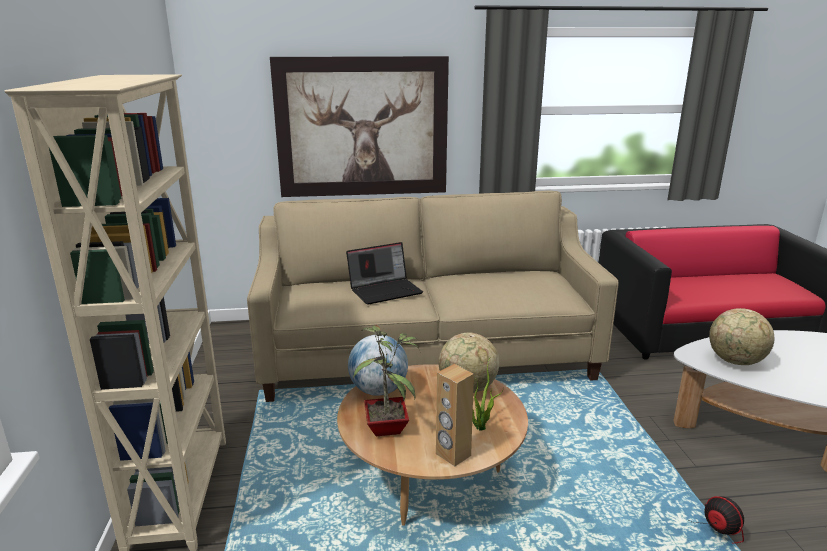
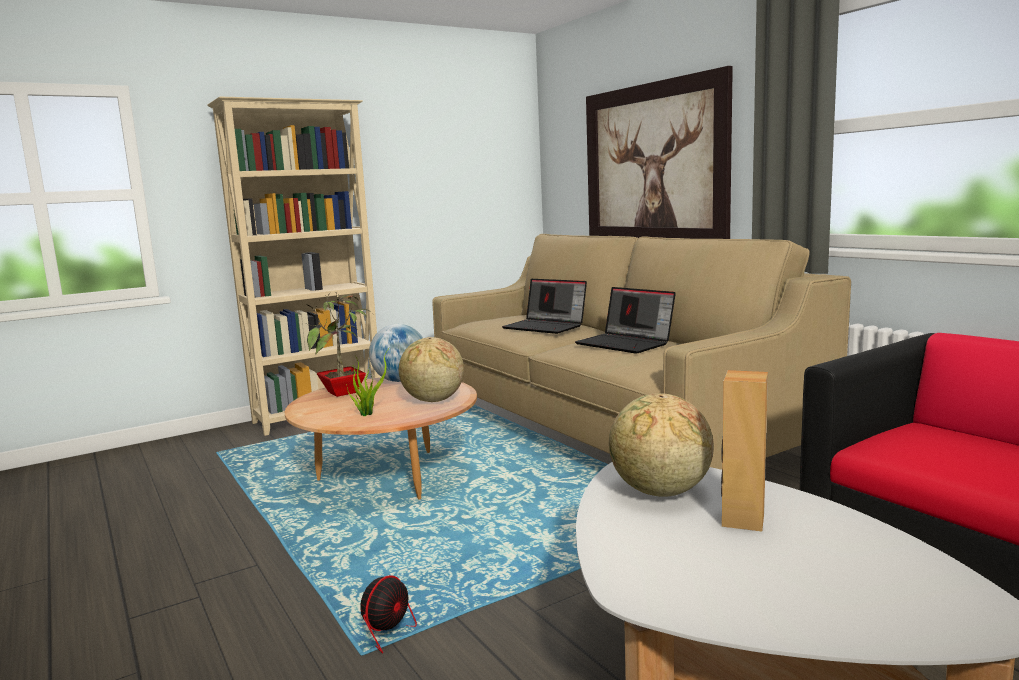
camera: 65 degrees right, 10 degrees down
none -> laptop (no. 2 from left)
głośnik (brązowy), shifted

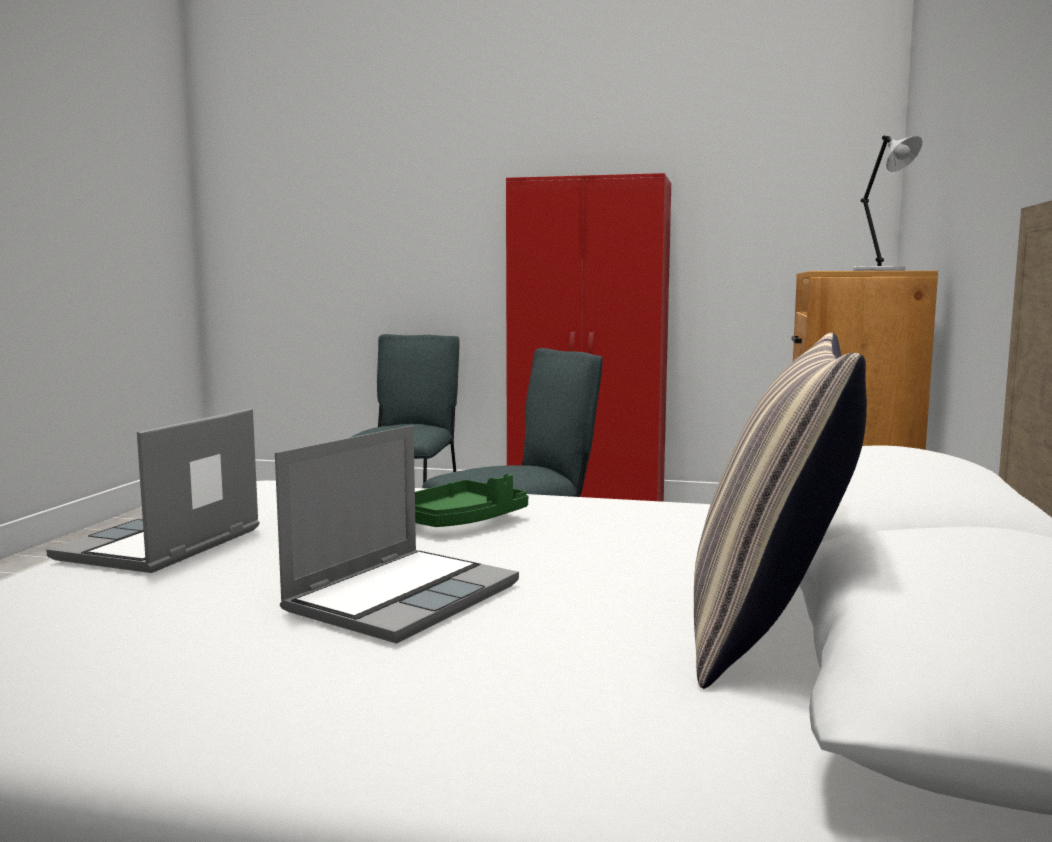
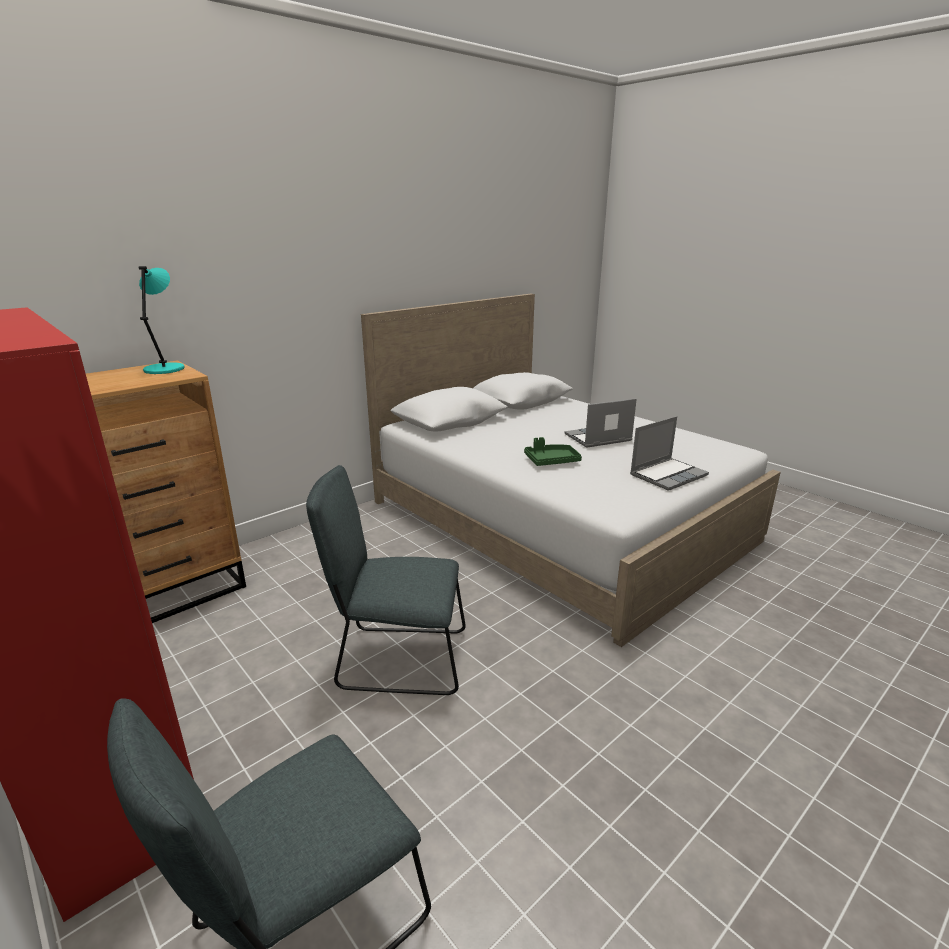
camera: 145 degrees left, 15 degrees up
poduszka -> none
lampa stołowa (szary) -> lampa stołowa (turkusowy)

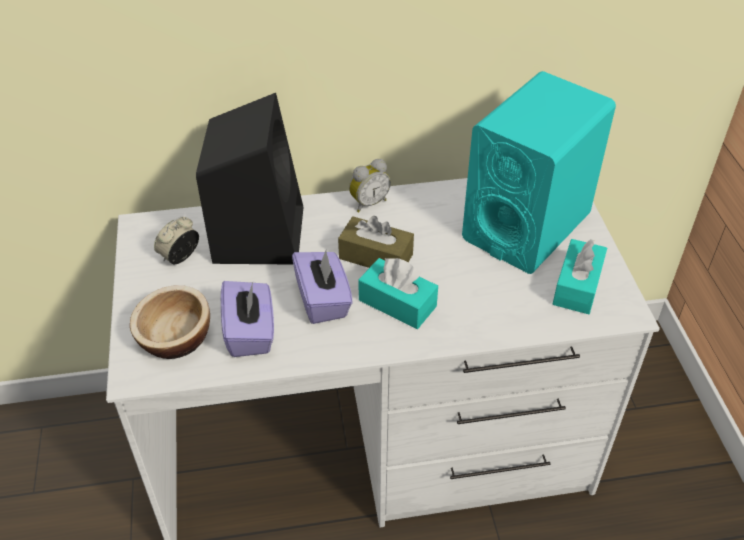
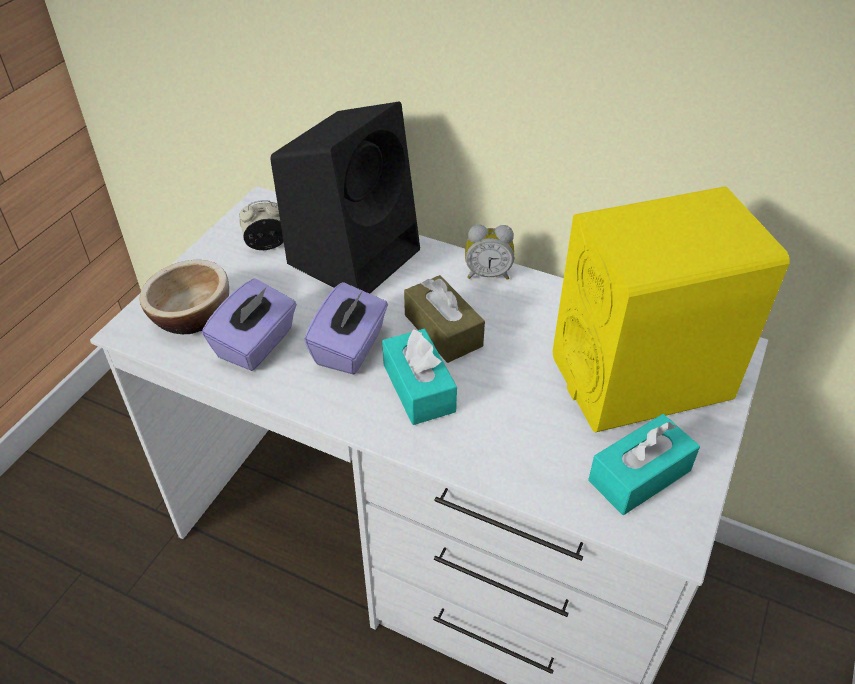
camera: 35 degrees right, 0 degrees up
głośnik (turkusowy) -> głośnik (żółty)

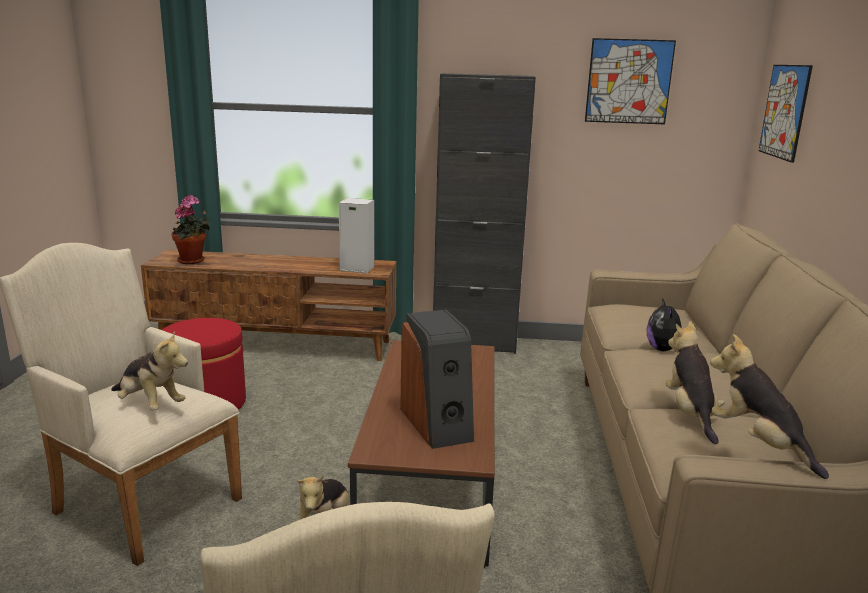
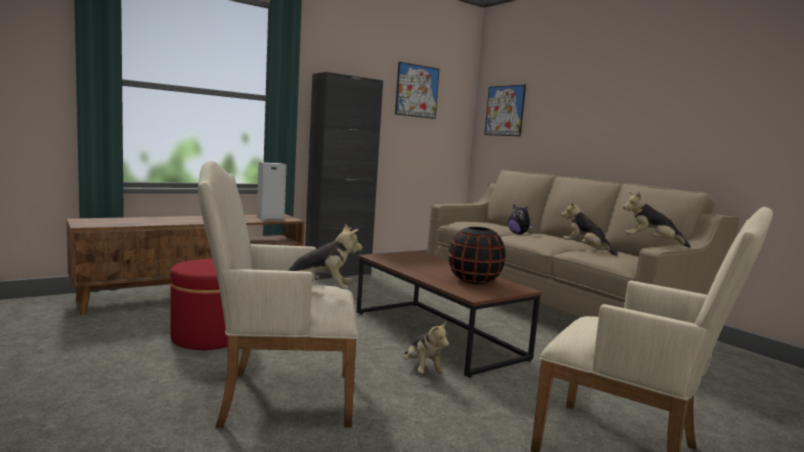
camera: 40 degrees left, 10 degrees down
roślina doniczkowa -> none
głośnik (no. 2 from left) -> wazon (czarny)

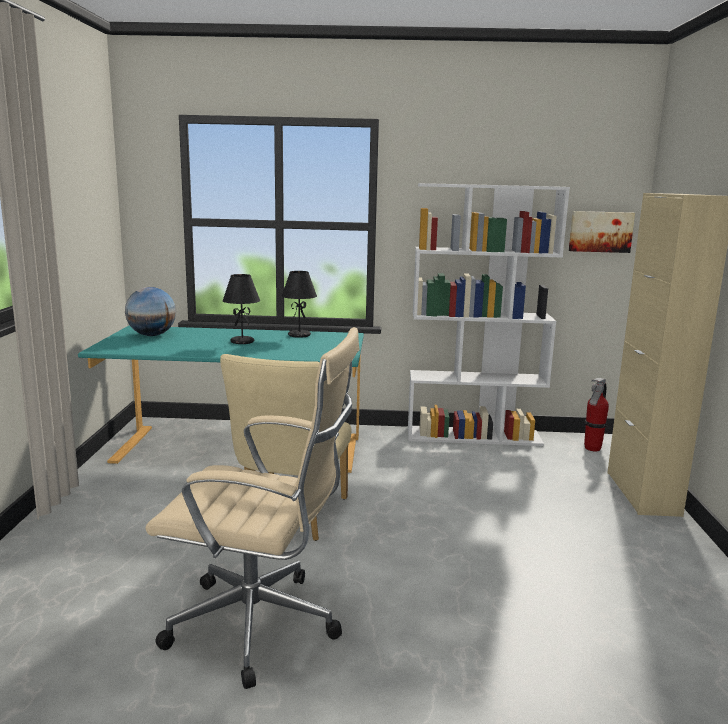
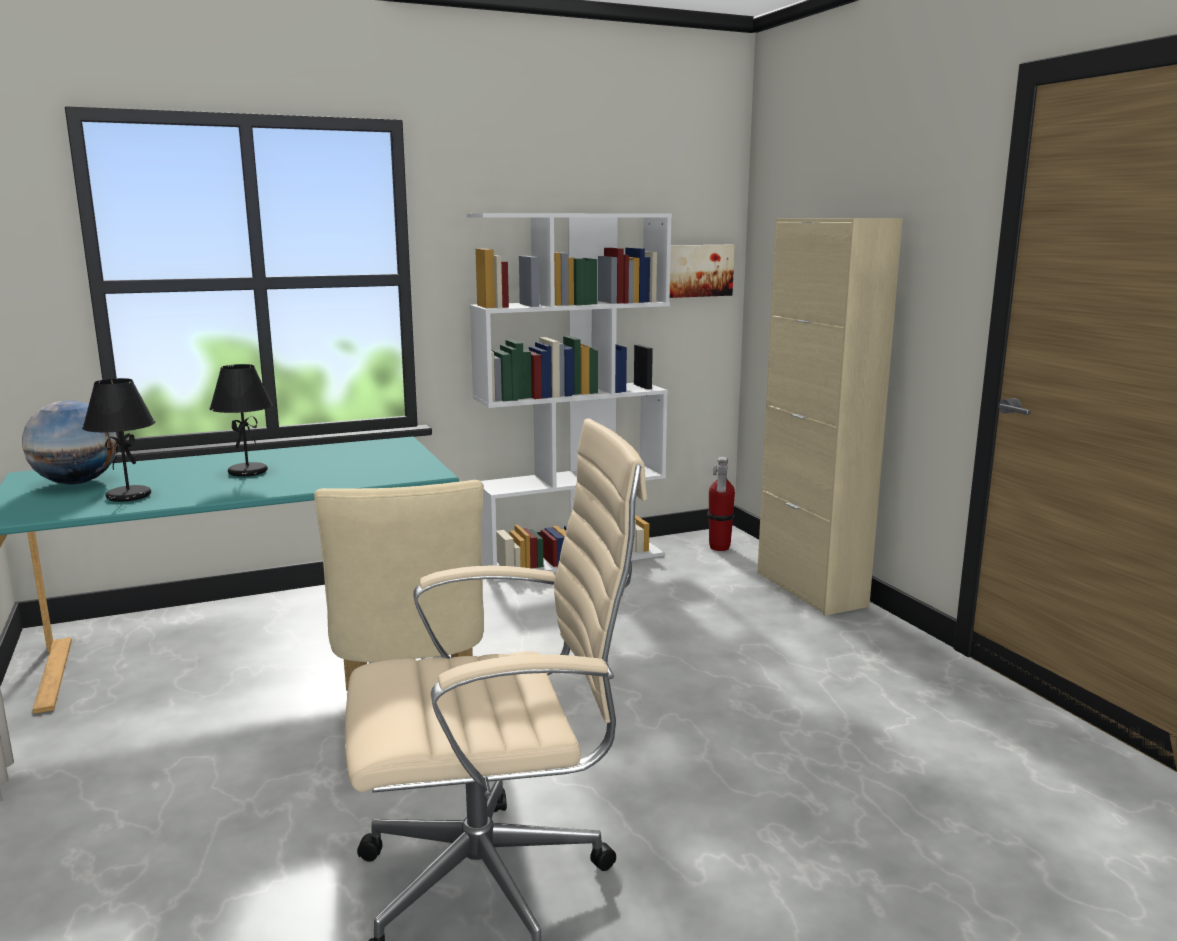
camera: 25 degrees left, 0 degrees up
lampa stołowa (czarny) (no. 2 from left in the first image) -> lampa stołowa (czarny) (no. 1 from left), shifted

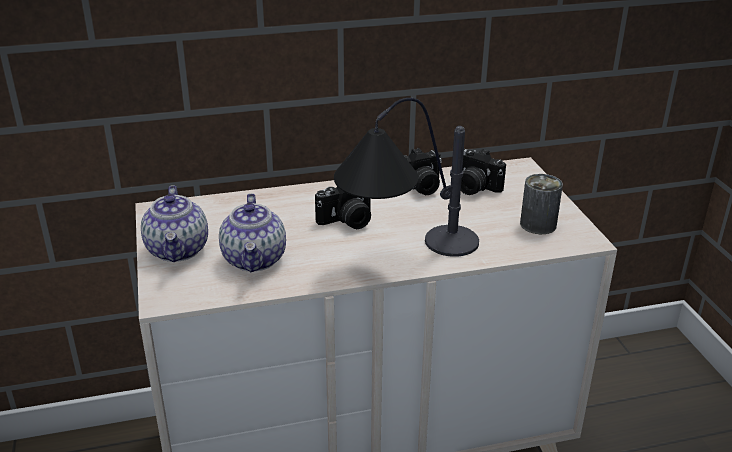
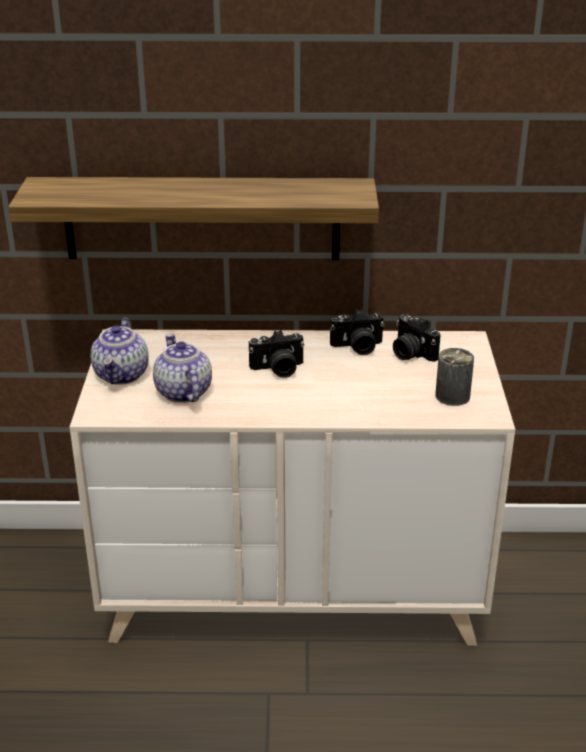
camera: 15 degrees right, 0 degrees up
lampa stołowa -> none
none -> półka
imbryk (no. 2 from left), 150 degrees clockwise

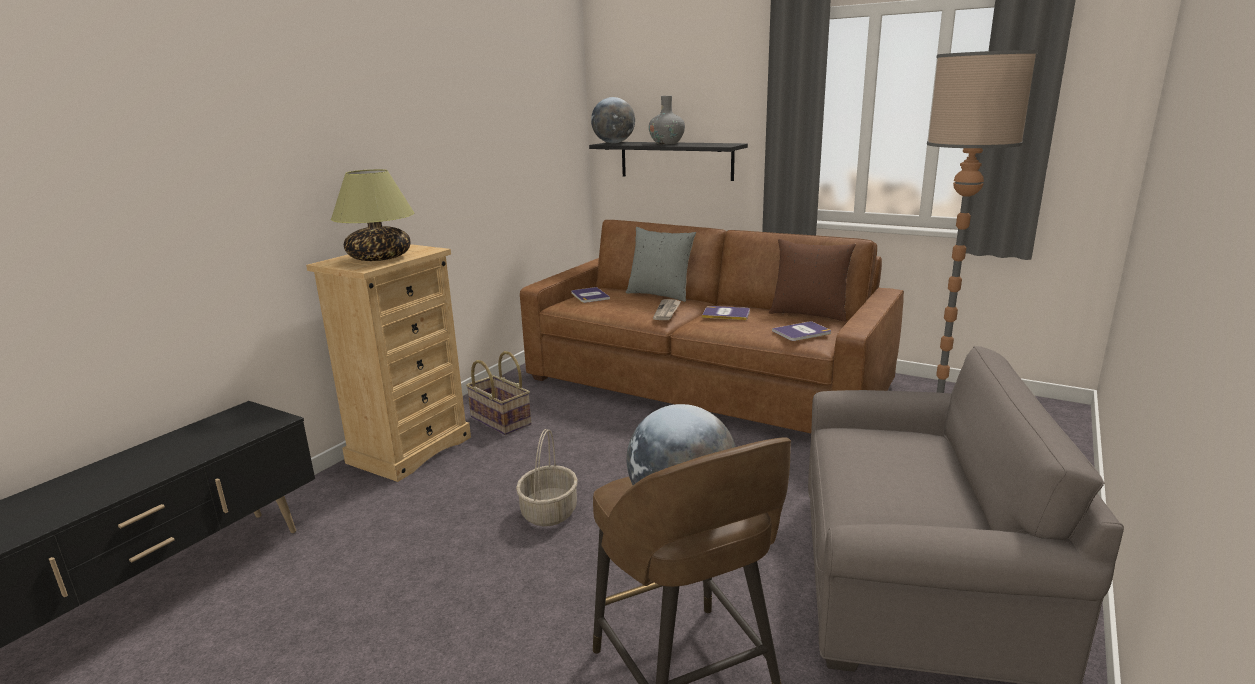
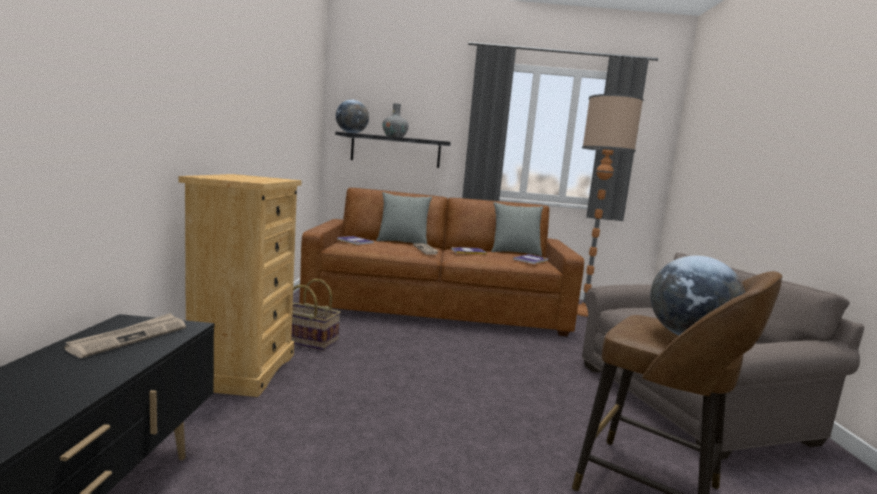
camera: 30 degrees left, 10 degrees down
lampa stołowa -> none
koszyk (no. 2 from left) -> none
none -> gazeta (no. 1 from left)
poduszka (brązowy) -> poduszka (szary) (no. 2 from left)

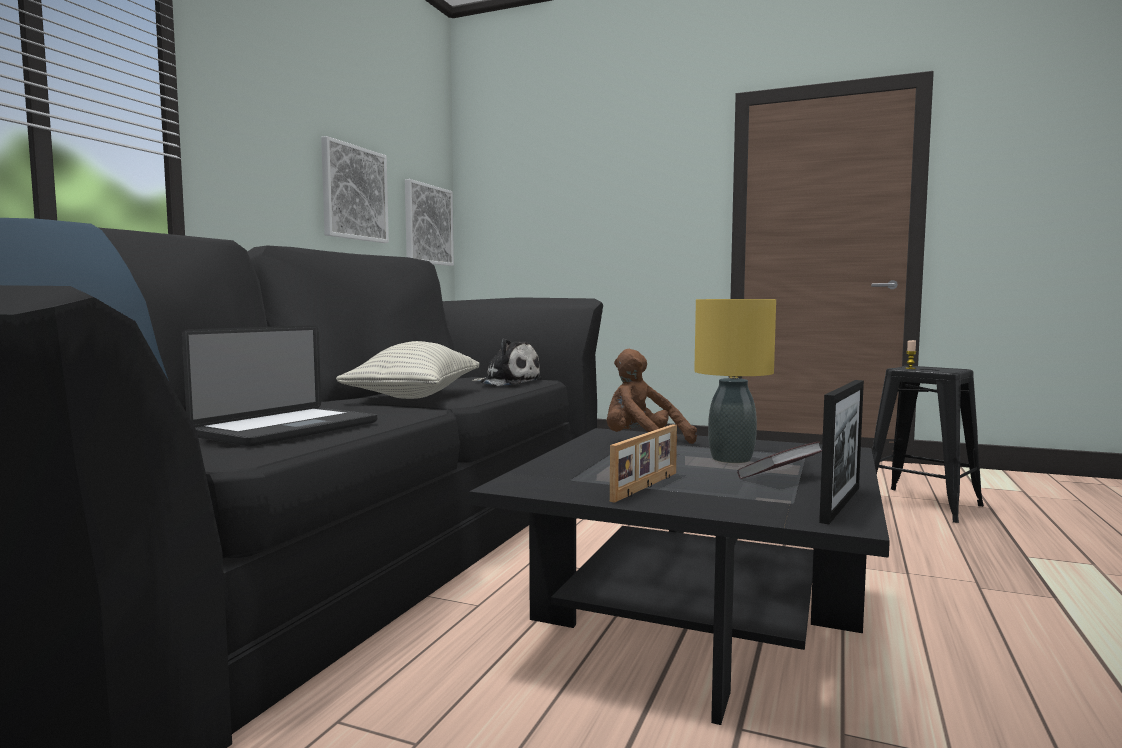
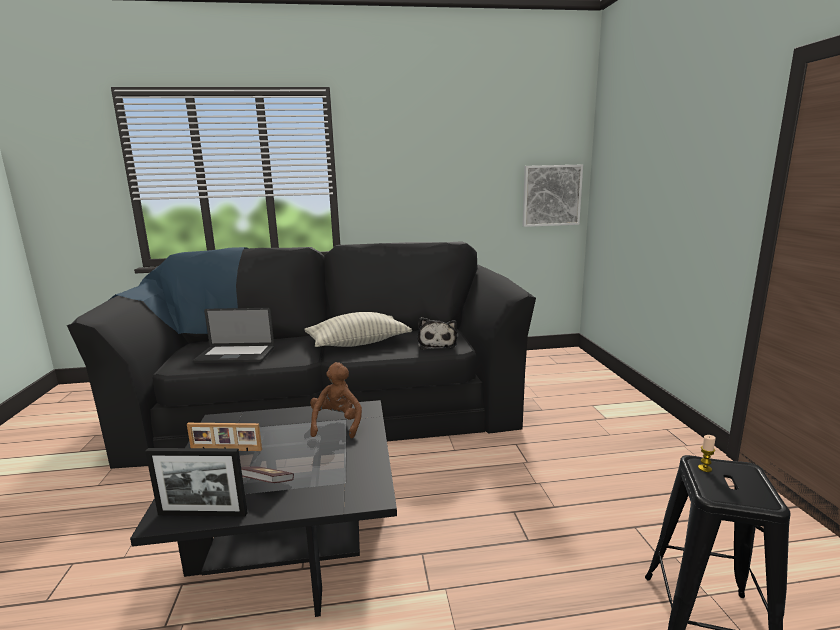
camera: 60 degrees right, 10 degrees up
obraz (no. 1 from left) -> none
lampa stołowa (żółty) -> none

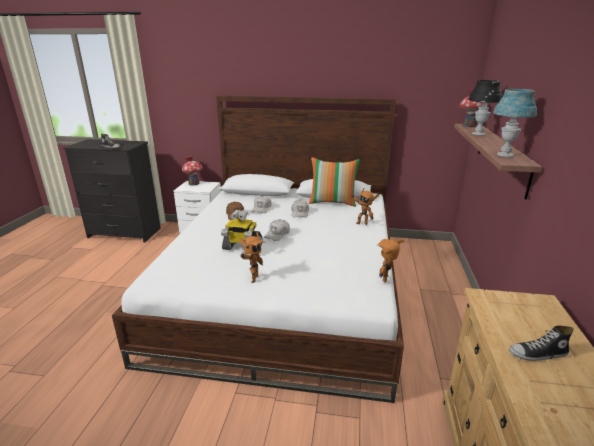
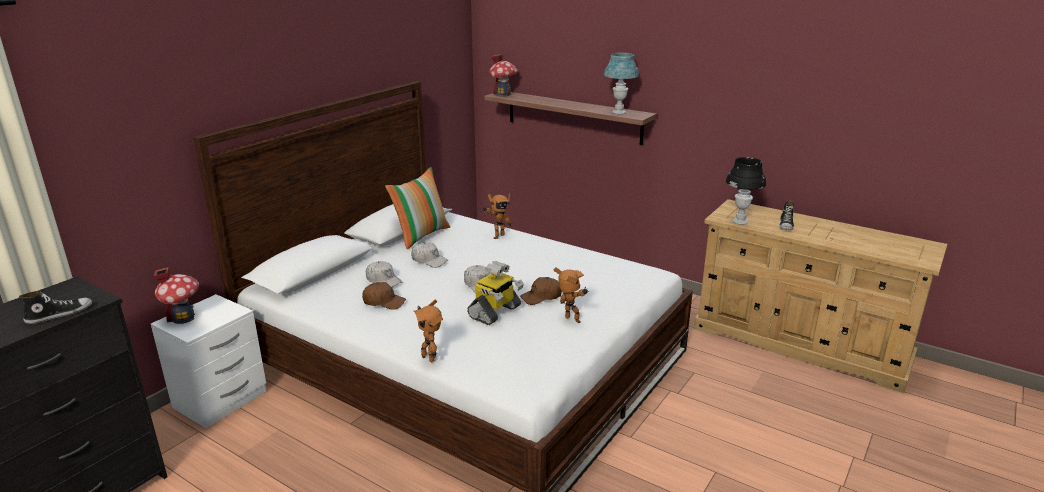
camera: 65 degrees left, 0 degrees up
none -> czapka z daszkiem (brązowy) (no. 2 from left)
robot zabawkowy (no. 4 from left in the first image) -> robot zabawkowy (no. 1 from left), shifted
lampa stołowa (czarny), shifted

